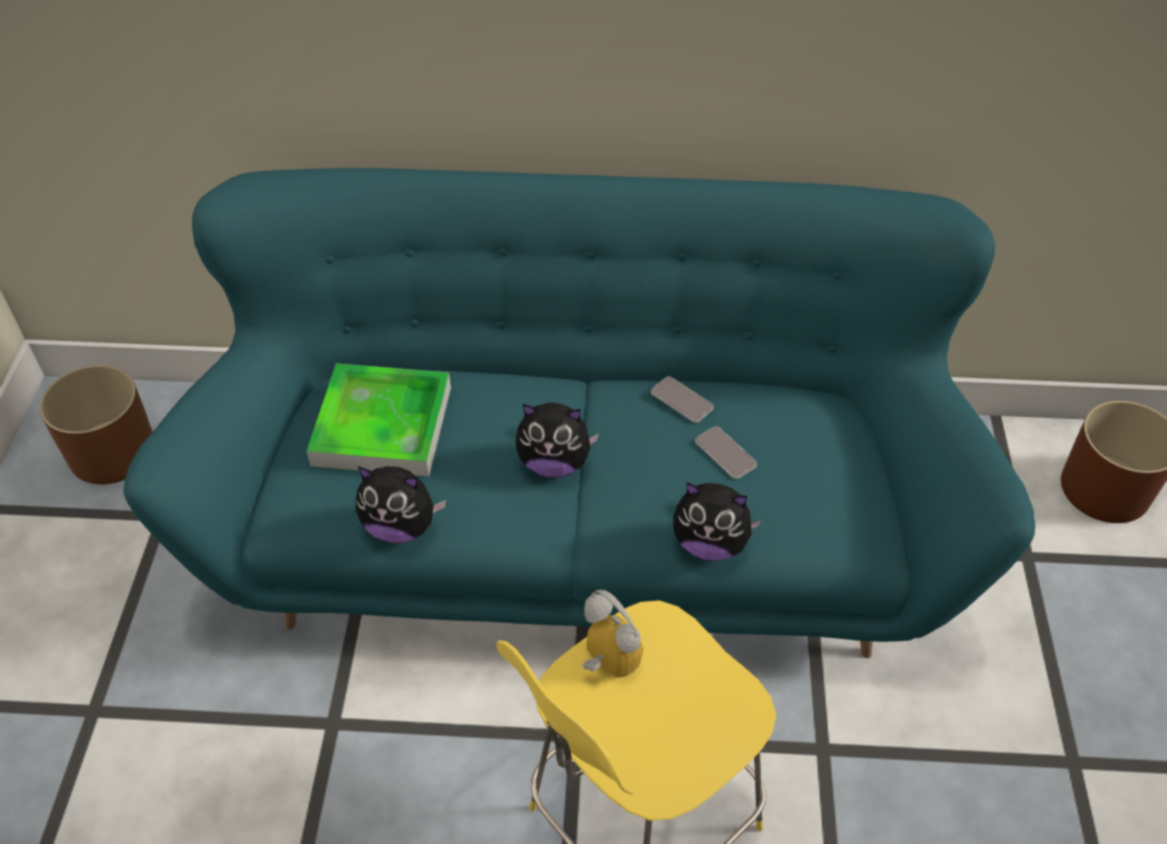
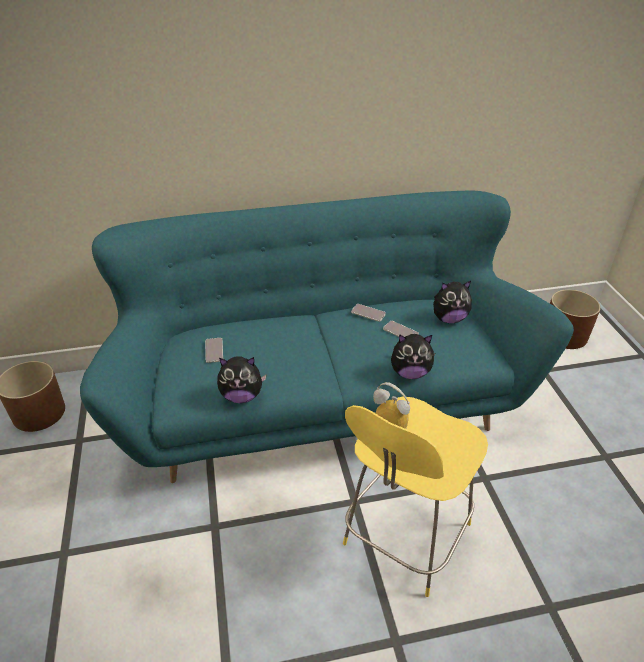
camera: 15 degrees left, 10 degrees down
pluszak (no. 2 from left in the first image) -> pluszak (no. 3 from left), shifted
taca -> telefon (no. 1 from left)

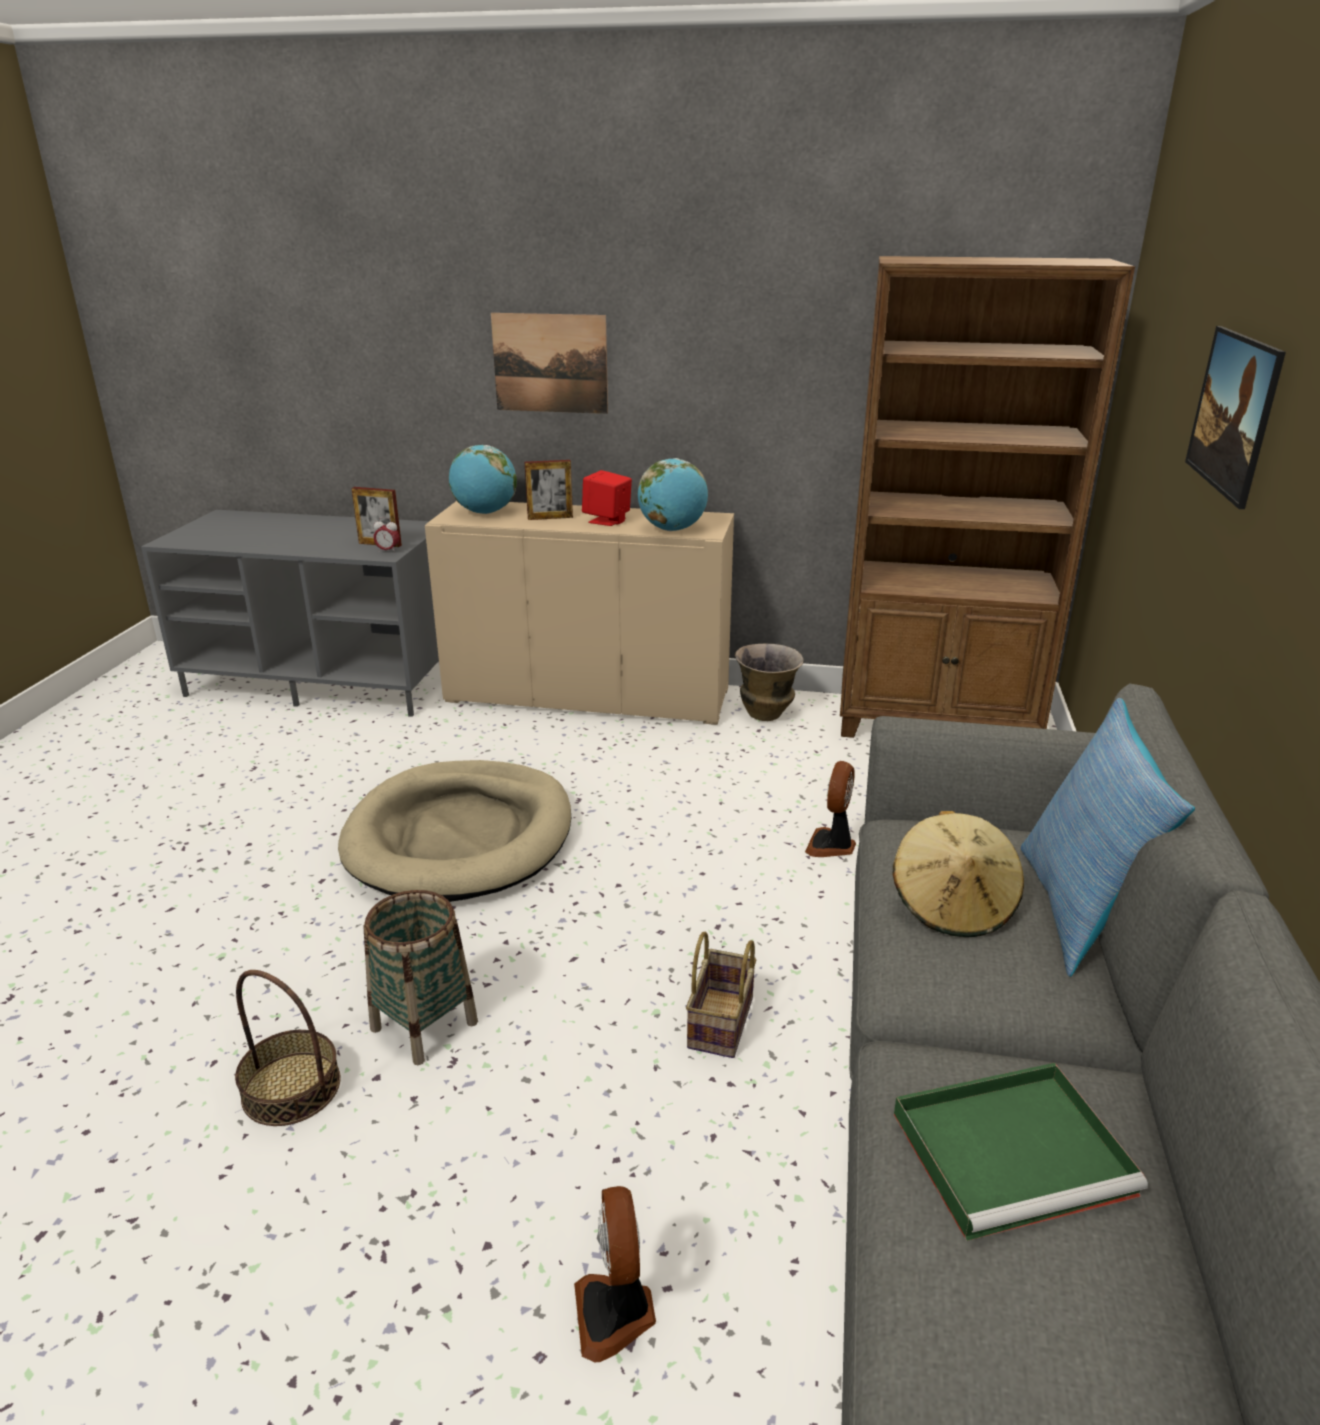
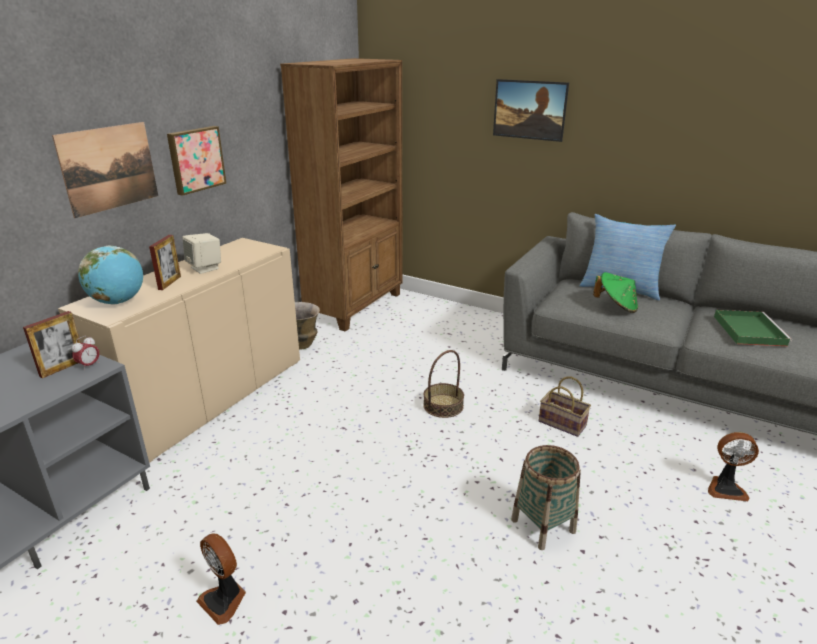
camera: 70 degrees left, 0 degrees up
legowisko (beżowy) -> none
globus (no. 2 from left) -> none
none -> obraz (no. 2 from left)
koszyk (no. 1 from left), shifted
wentylator (no. 2 from left in the first image) -> wentylator (no. 1 from left), shifted
głośnik (czerwony) -> głośnik (beżowy)
kapelusz (beżowy) -> kapelusz (zielony)

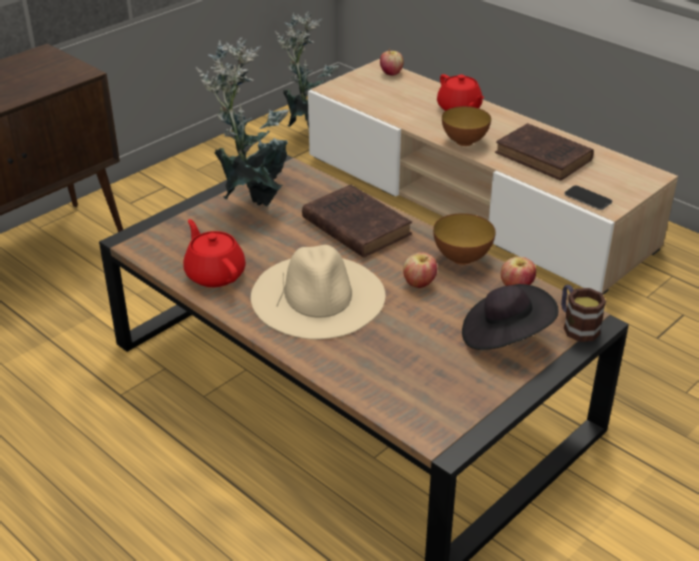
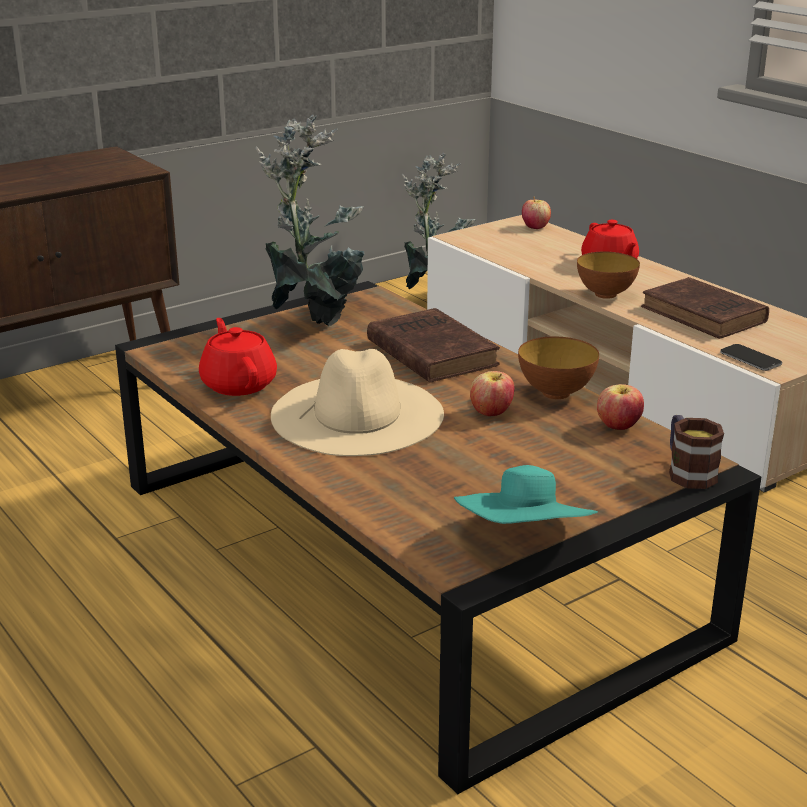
camera: 10 degrees right, 10 degrees down
kapelusz (czarny) -> none
none -> kapelusz (turkusowy)

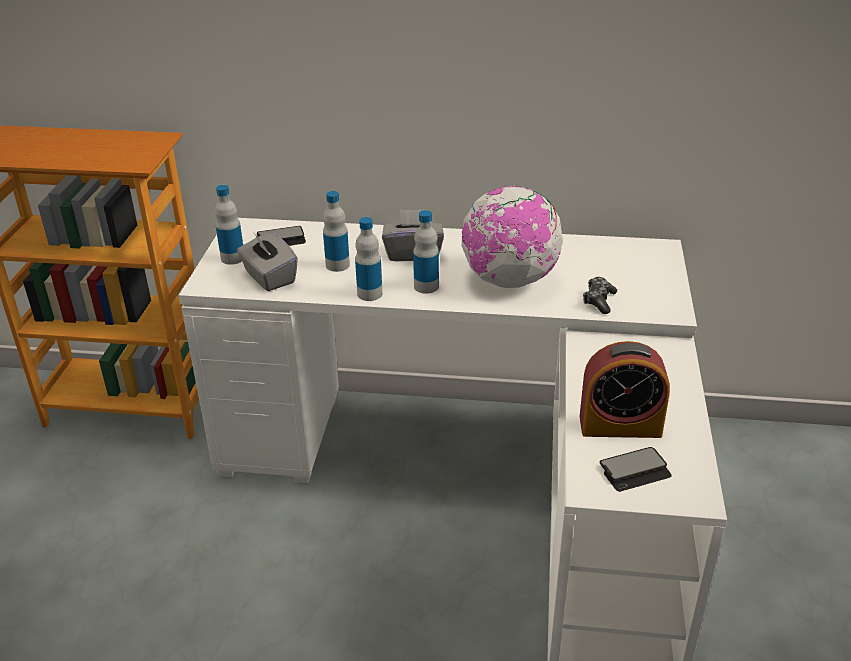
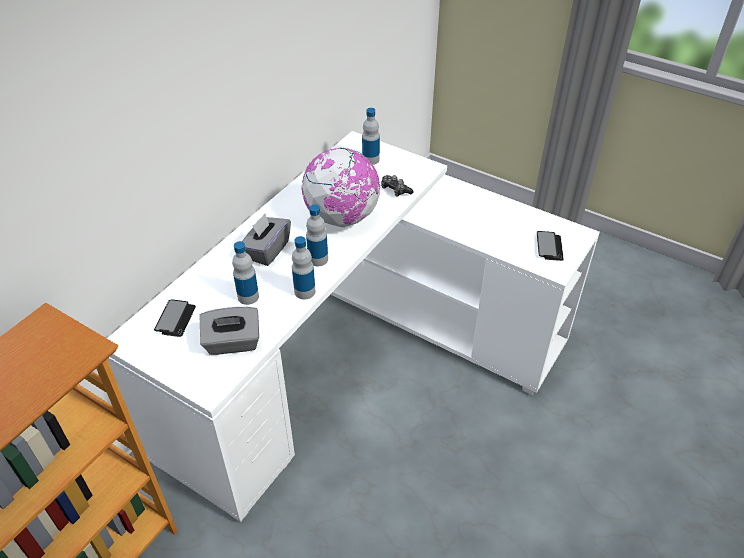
camera: 65 degrees left, 10 degrees up
budzik -> none
butelka (no. 1 from left in the first image) -> butelka (no. 4 from left), shifted

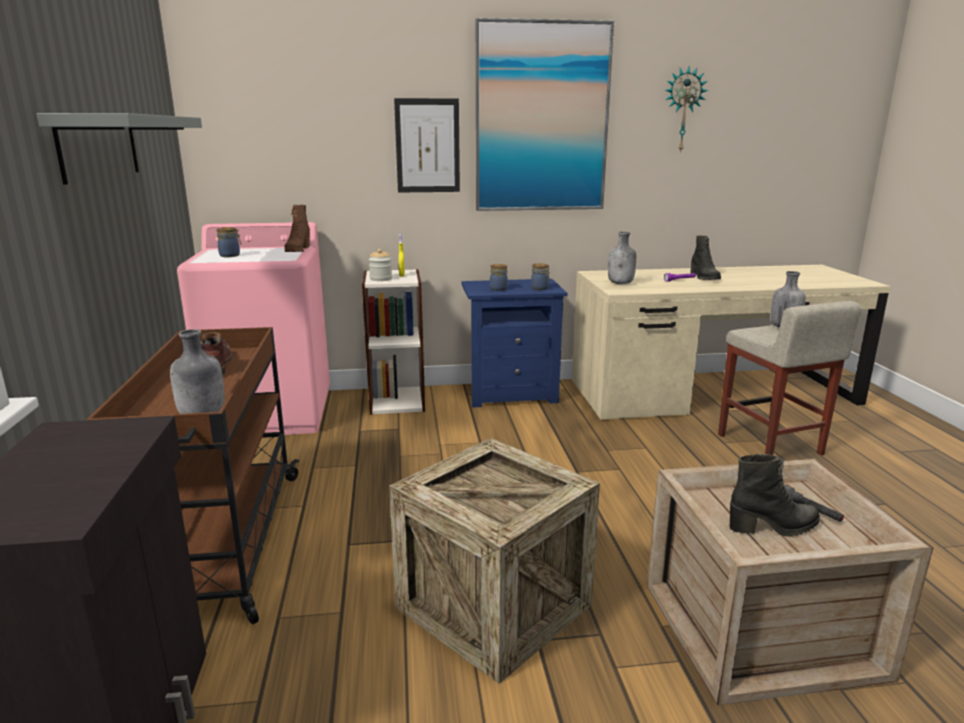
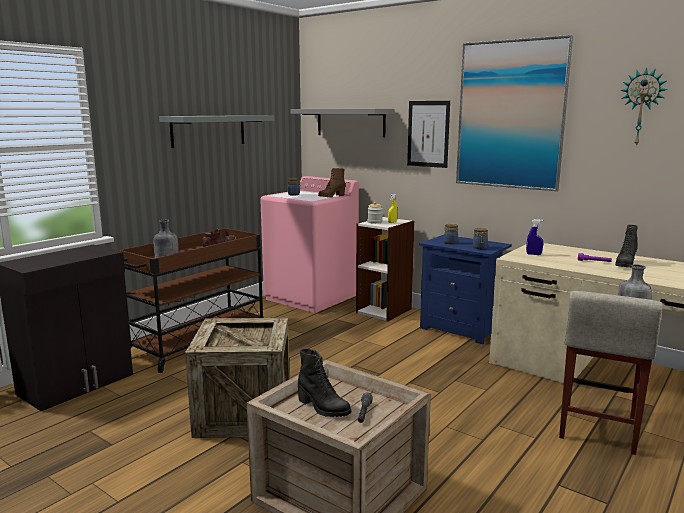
camera: 45 degrees right, 5 degrees down
none -> półka (szary) (no. 2 from left)
butelka (szary) (no. 2 from left) -> spryskiwacz (niebieski)

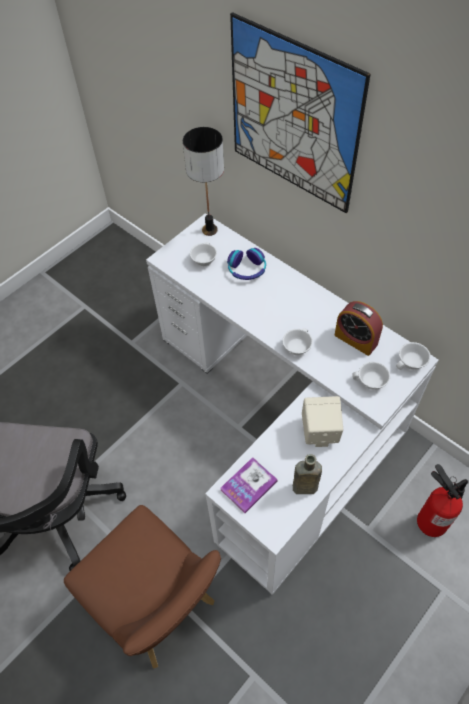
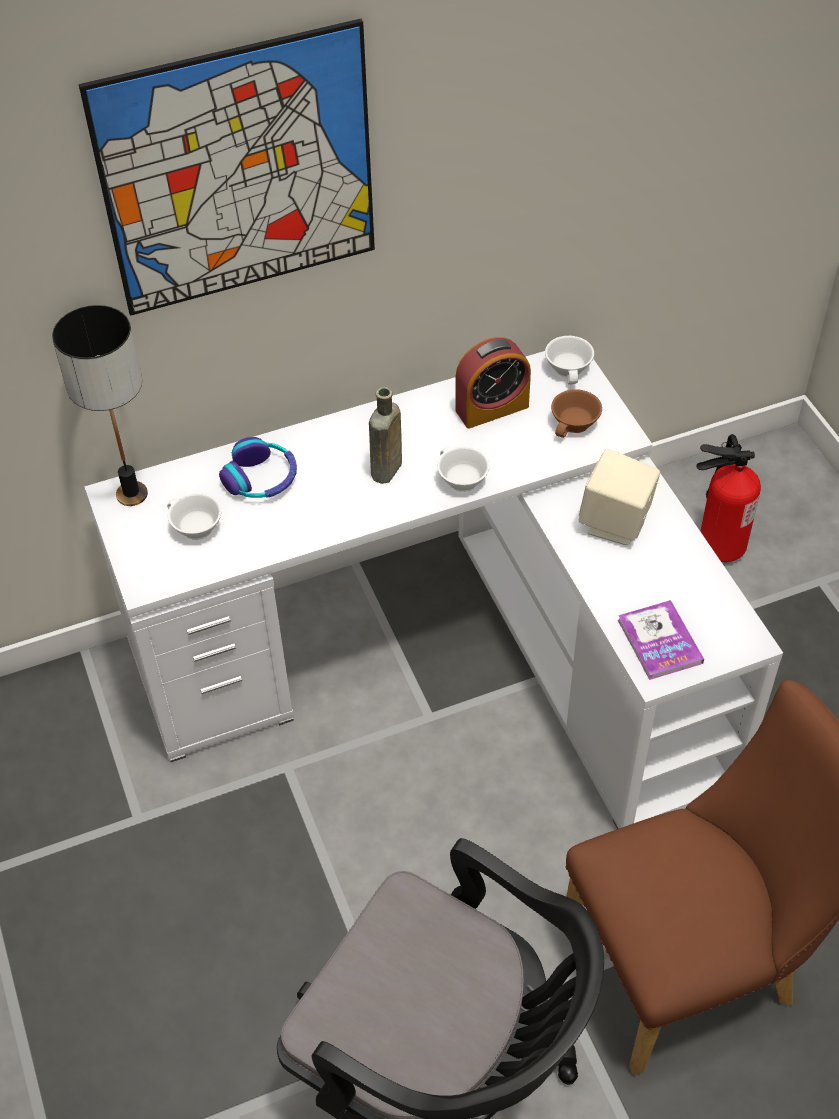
camera: 65 degrees left, 5 degrees down
butelka (brązowy), shifted
filiżanka (biały) (no. 3 from left) -> filiżanka (brązowy)

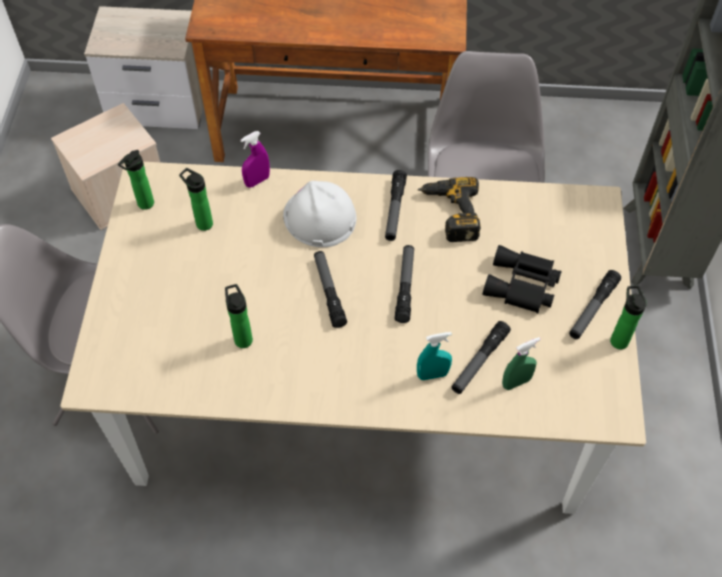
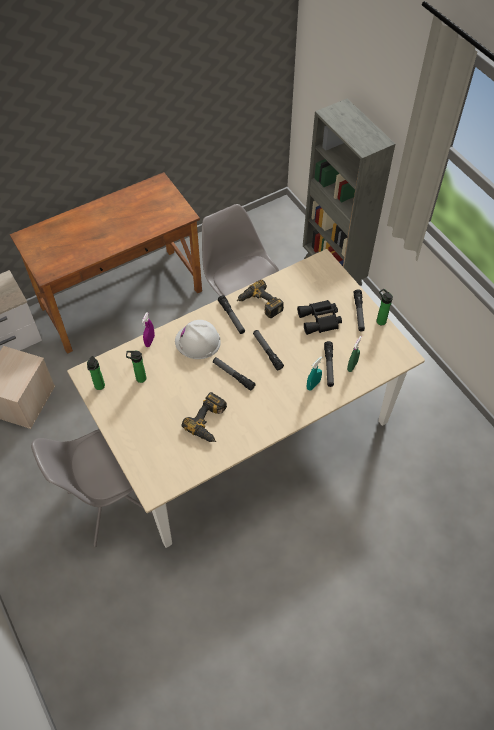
camera: 35 degrees left, 0 degrees up
butelka (no. 3 from left) -> wiertarka (no. 1 from left)

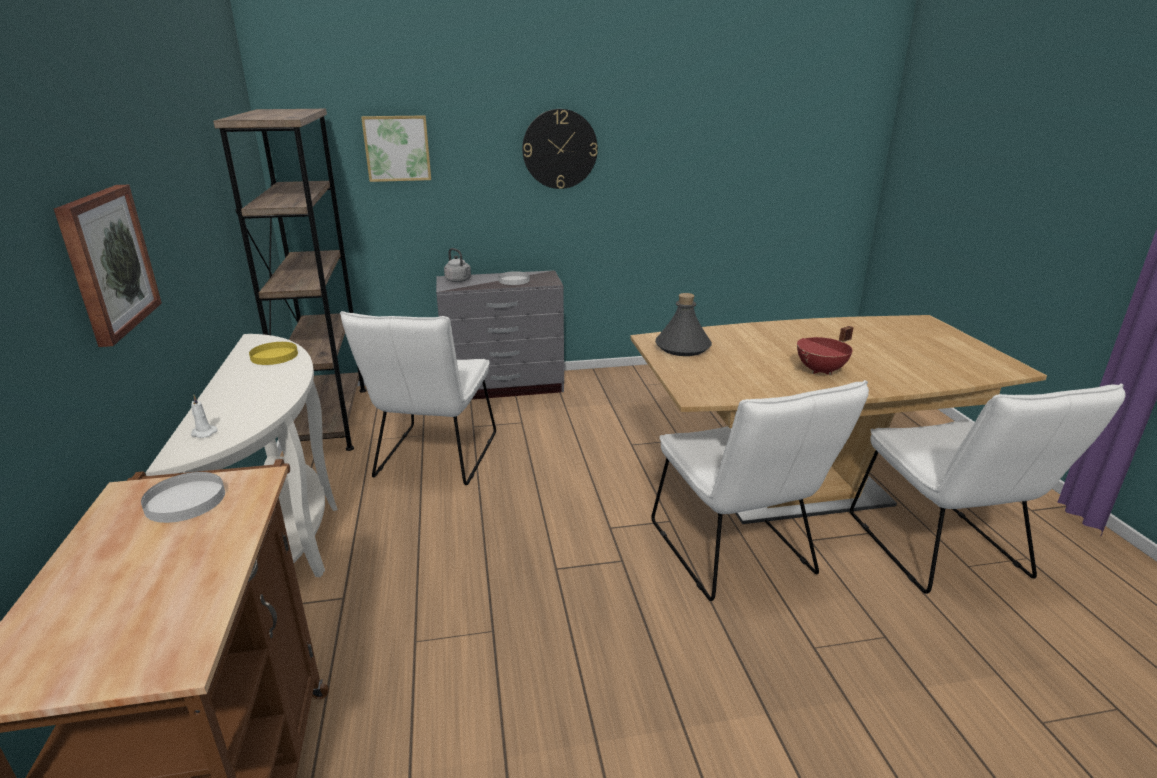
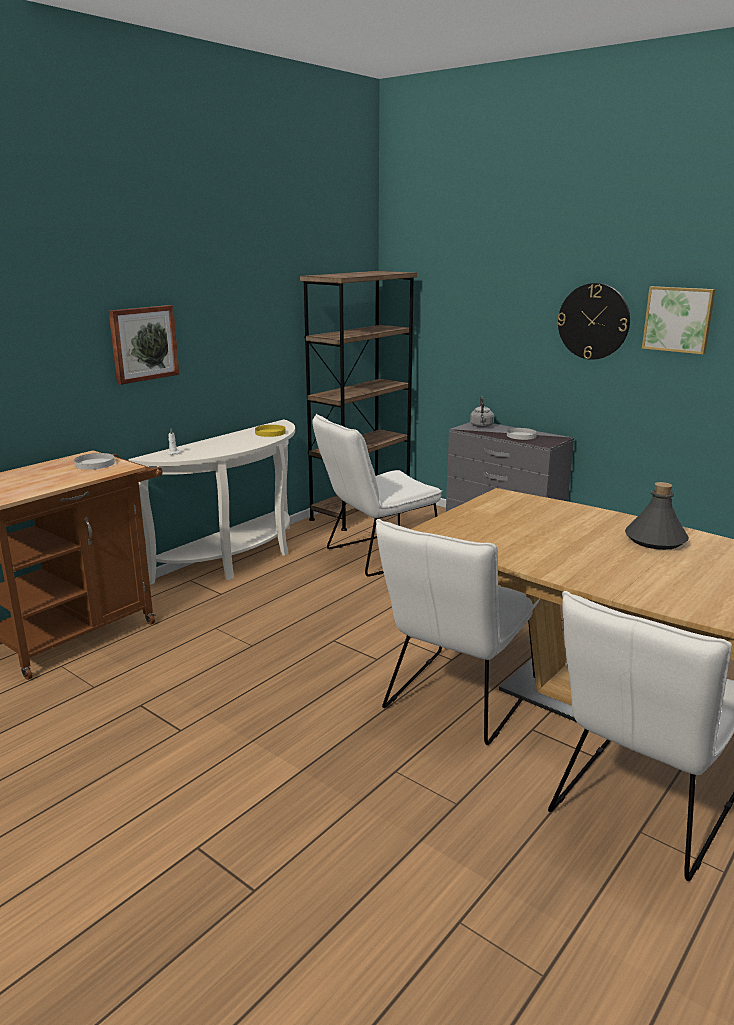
camera: 50 degrees right, 5 degrees down
garnek (czerwony) -> none
obraz (no. 2 from left), shifted
butelka (szary), shifted

